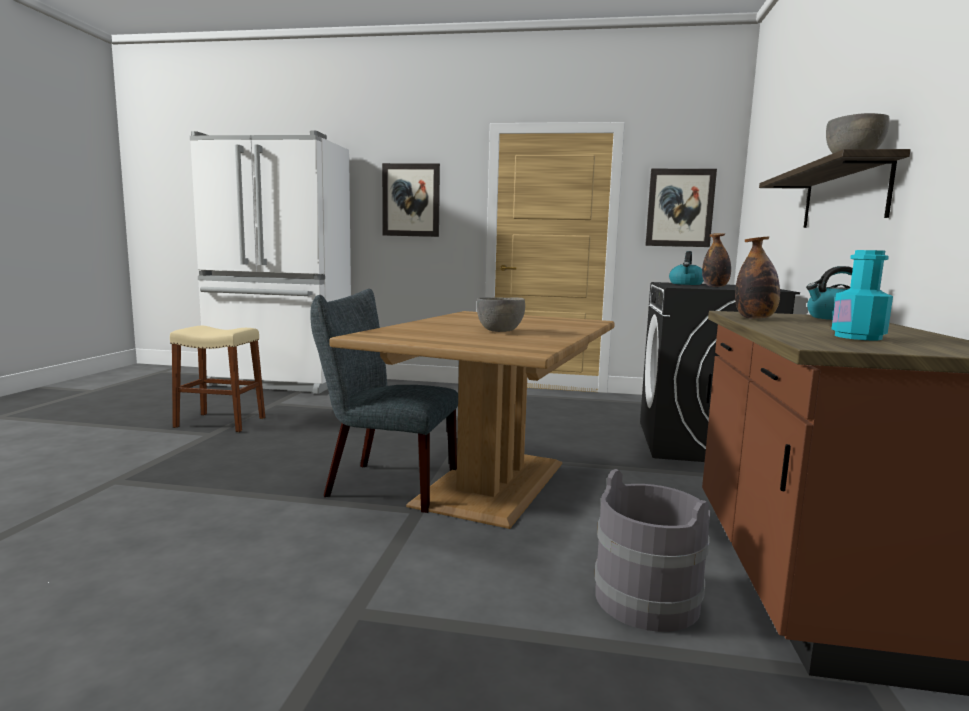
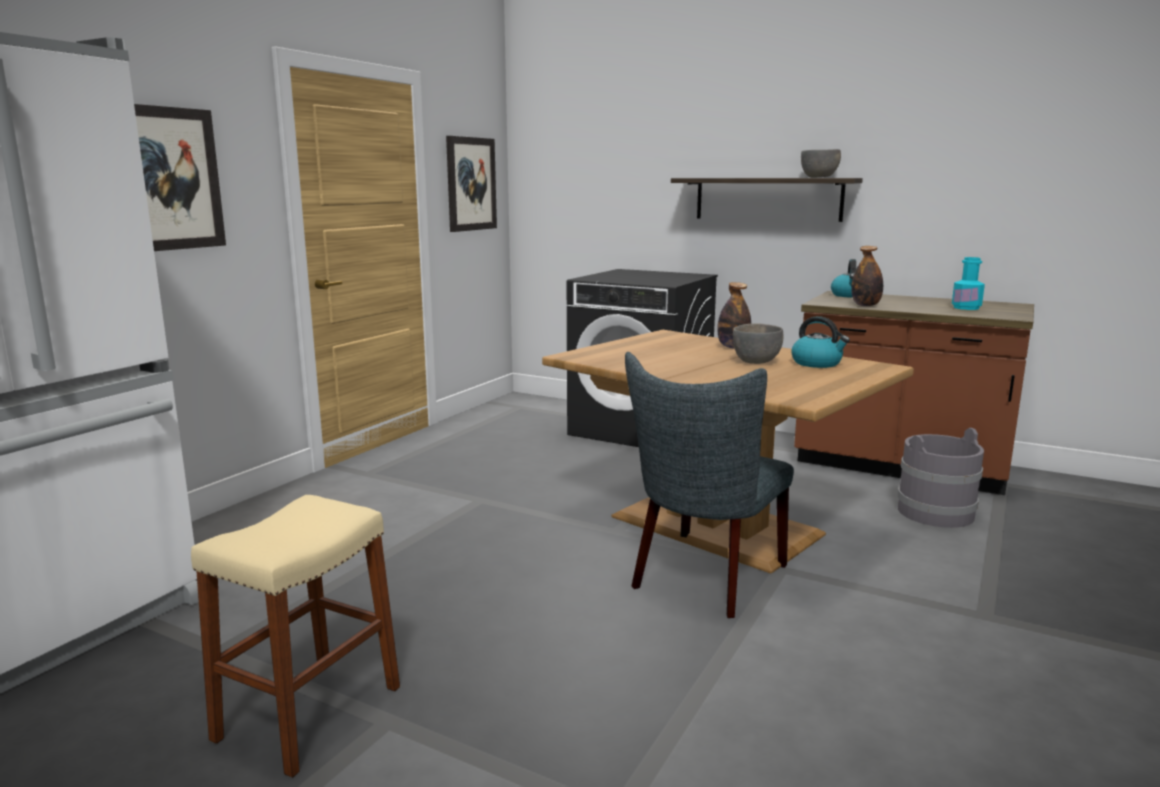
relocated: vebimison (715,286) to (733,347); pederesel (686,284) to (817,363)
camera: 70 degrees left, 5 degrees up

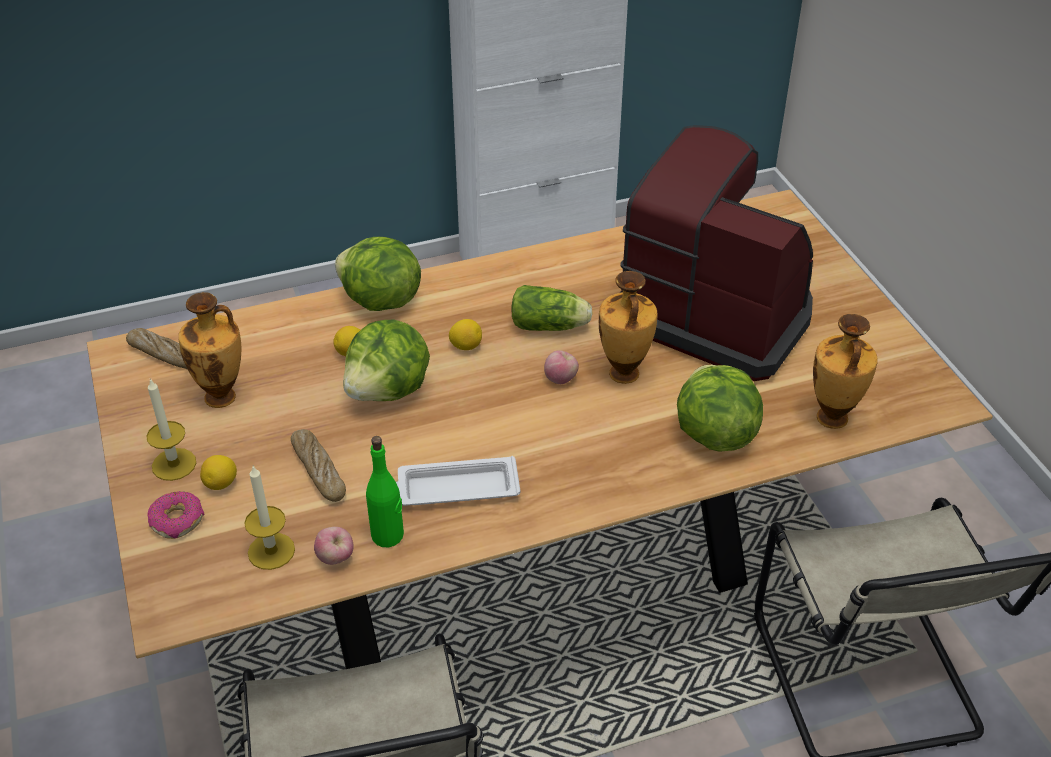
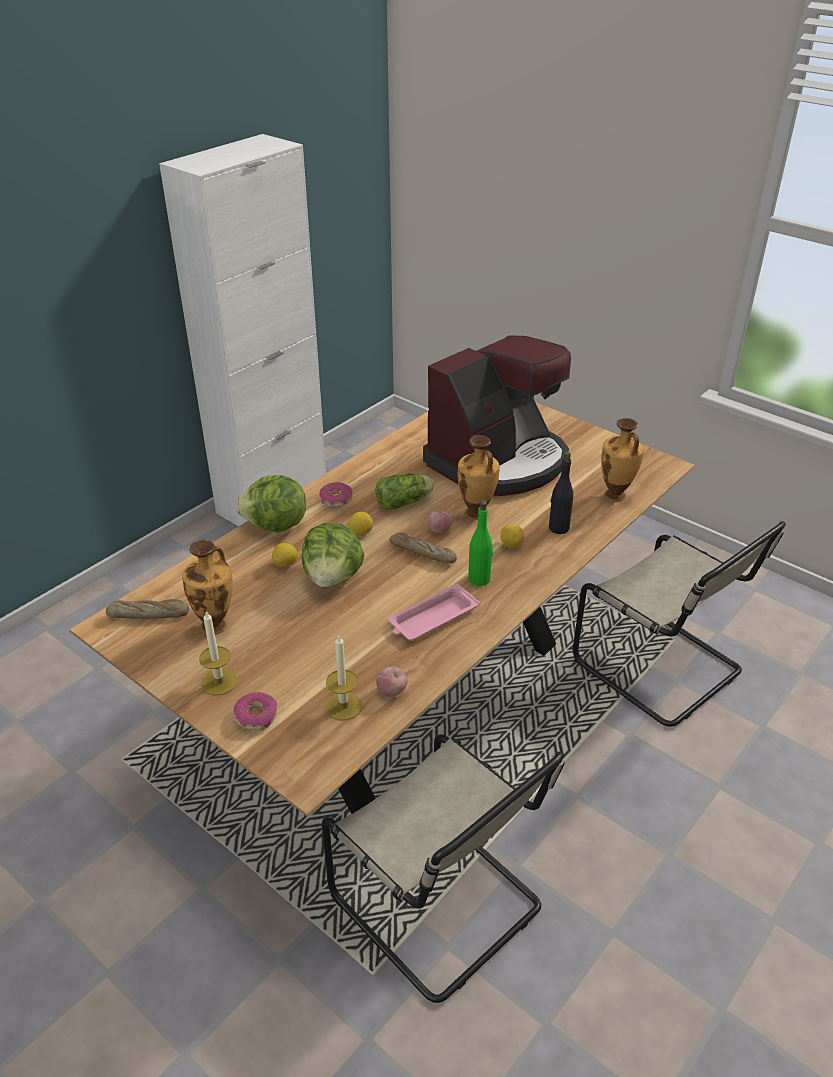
appeared: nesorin (336,500)
relocated: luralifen (318,471) to (422,553); green vebimison (388,535) to (479,579); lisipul (221,484) to (511,545)
exchanged: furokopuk (713,434) to black vebimison (558,528)
colour: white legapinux (455,488) to pink legapinux (432,618)
spun: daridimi (716,313) = (499,461) 135 degrees clockwise
camera: 30 degrees left, 5 degrees down

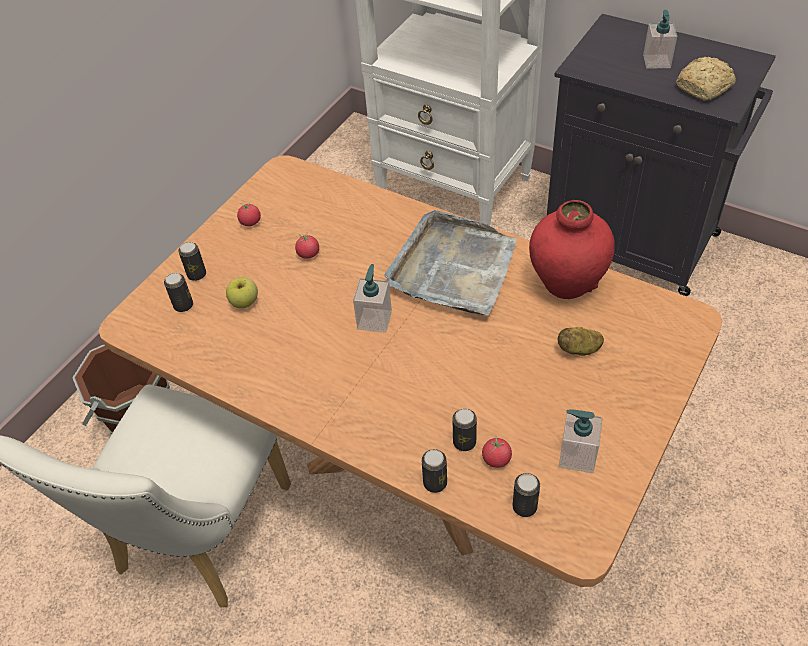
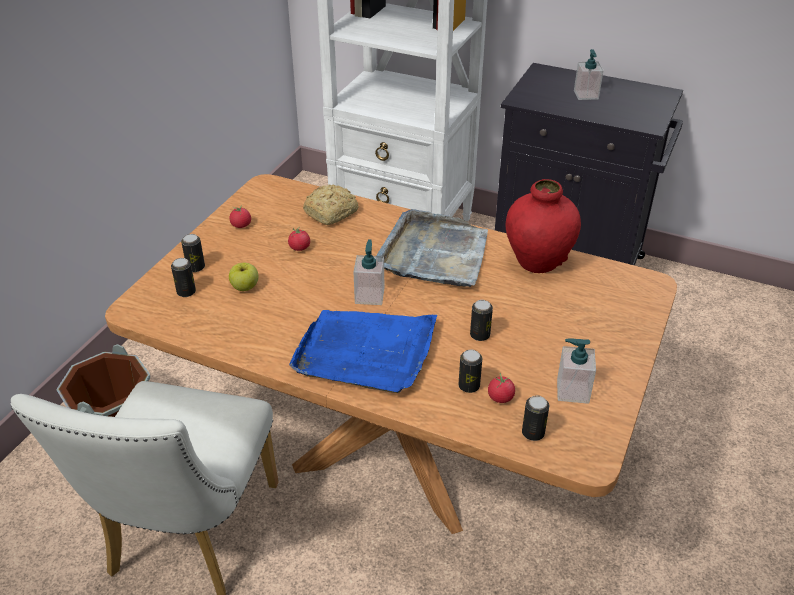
missing: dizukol (579,349)
appeared: blue legapinux (366,352)
relocated: luralifen (705,87) to (332,212); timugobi (435,483) to (480,335)
camera: 10 degrees left, 10 degrees down

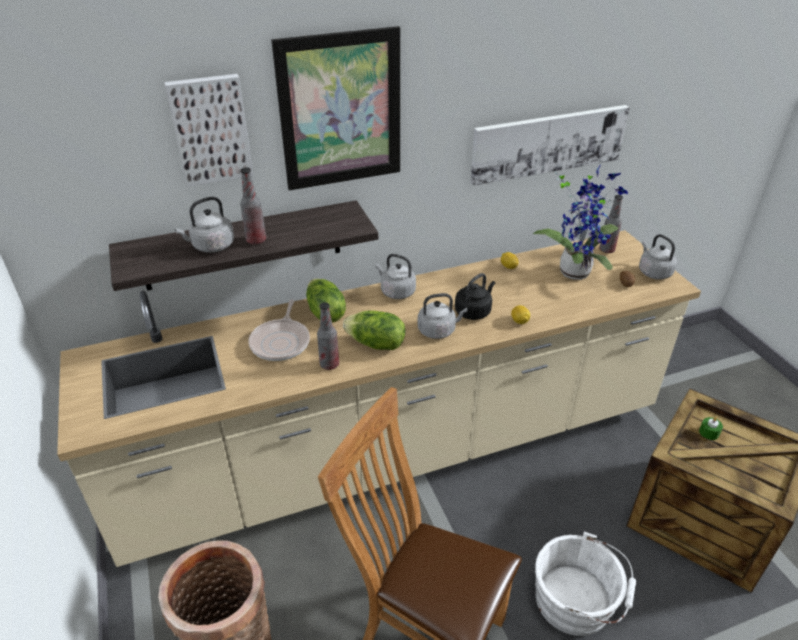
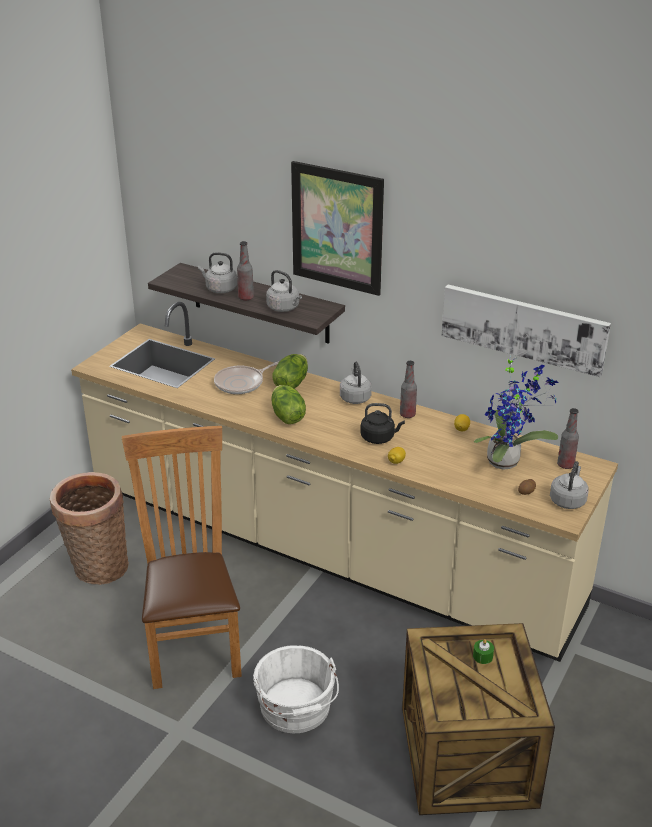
missing: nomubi (210,129)
relocated: grey pederesel (438,330) to (284,308); vebimison (329,364) to (407,415)
camera: 50 degrees right, 5 degrees down

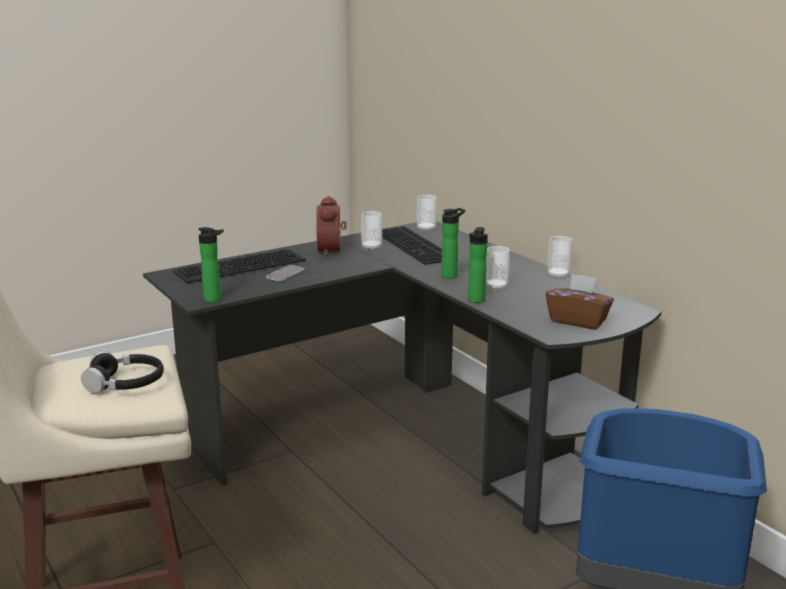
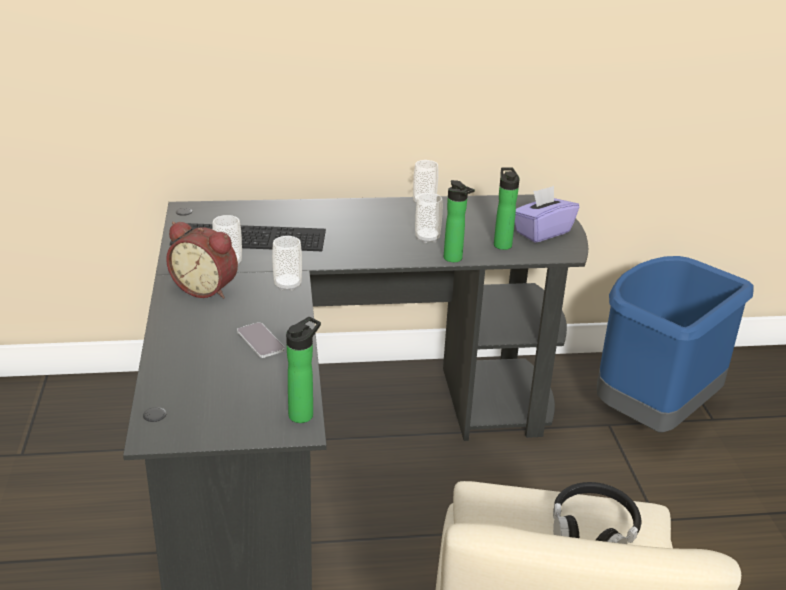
missing: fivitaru (240,267)
relocated: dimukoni (426,229) to (287,285); vebimison (451,275) to (502,244)
colour: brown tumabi (578,321) to purple tumabi (542,232)
camera: 65 degrees left, 10 degrees up

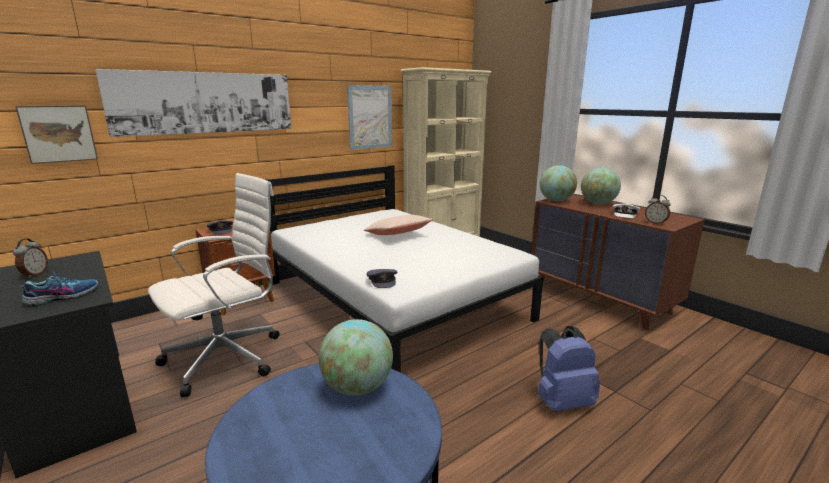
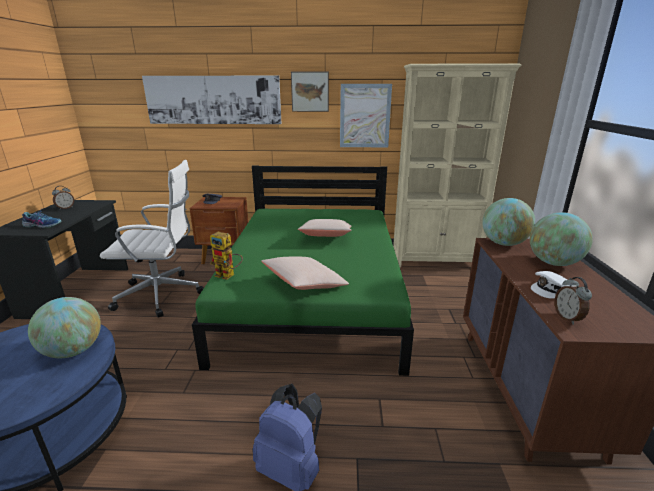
appeared: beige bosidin (304,284)
relocated: nomubi (58,133) to (310,91)
exchanged: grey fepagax (382,281) to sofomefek (229,275)
colour: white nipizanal (393,300) to green nipizanal (314,296)
camera: 40 degrees right, 5 degrees up

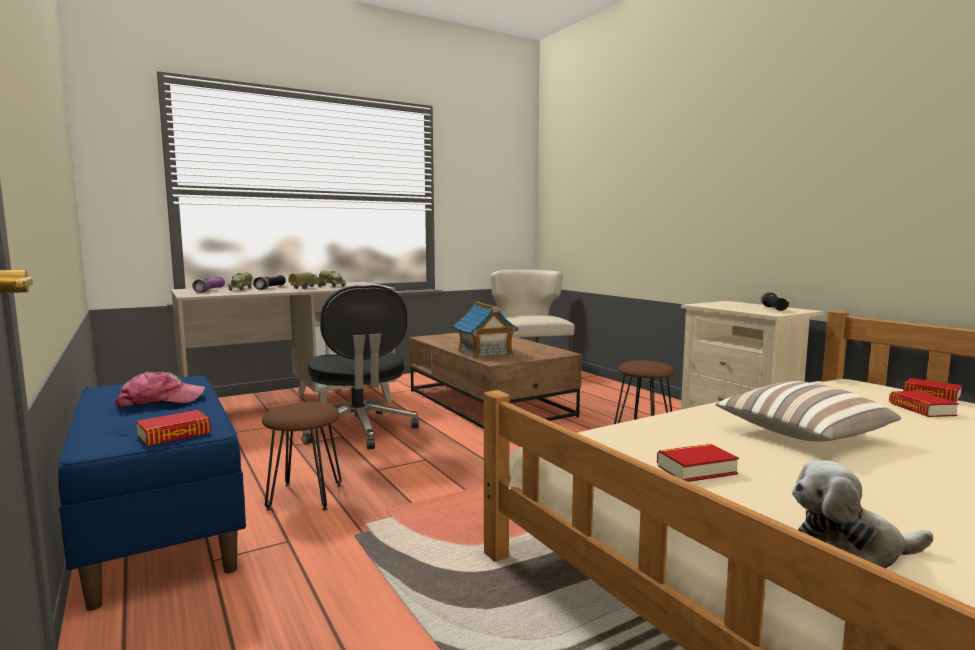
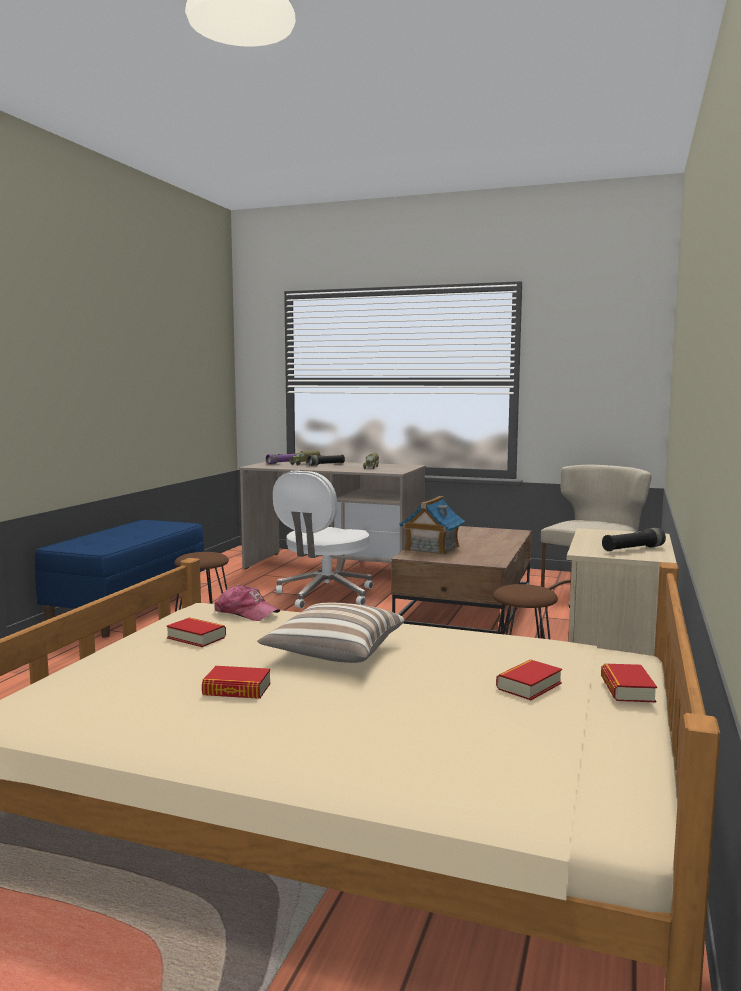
missing: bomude (306,288); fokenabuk (850,552)
relocated: fepagax (160,401) to (246,613); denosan (174,434) to (237,689)
colour: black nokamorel (359,431) to white nokamorel (324,595)
camera: 50 degrees right, 0 degrees up

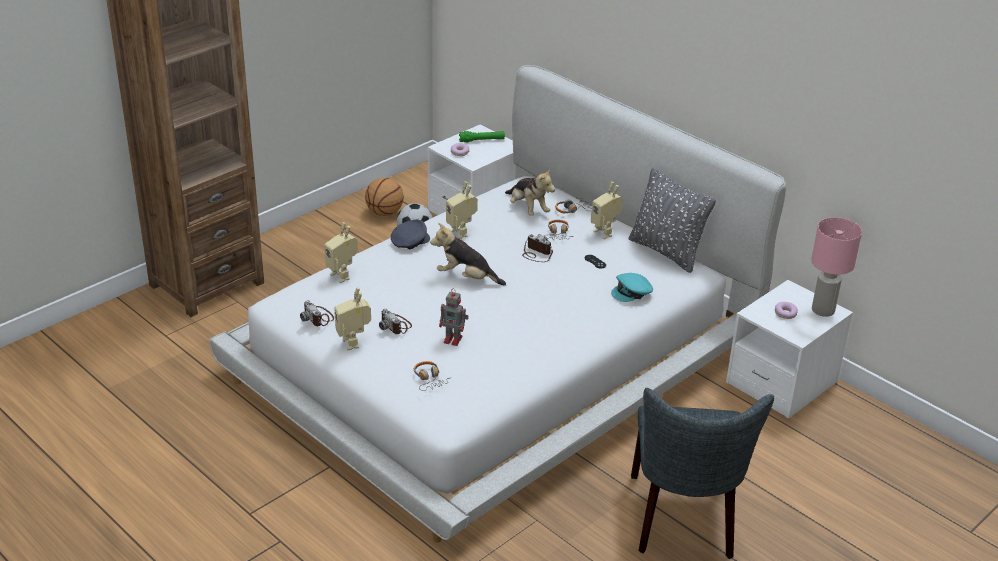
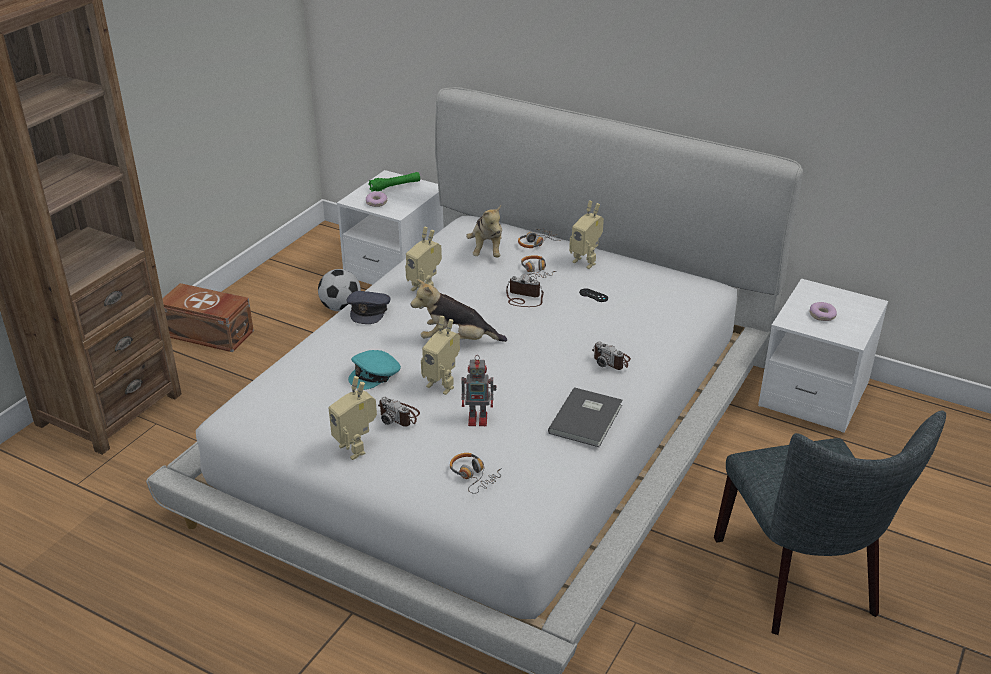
missing: grey bosidin (666,252); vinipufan (384,213); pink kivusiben (823,310)
appeared: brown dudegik (209,334); grey denosan (588,419)
relocated: sofomefek (342,275) to (442,384); turquoise fepagax (632,292) to (375,375); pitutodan (318,318) to (611,360)
spun: fokenabuk (528,209) = (487,250) 45 degrees clockwise; grey fepagax (409,241) = (369,310) 150 degrees clockwise
camera: 15 degrees left, 0 degrees up

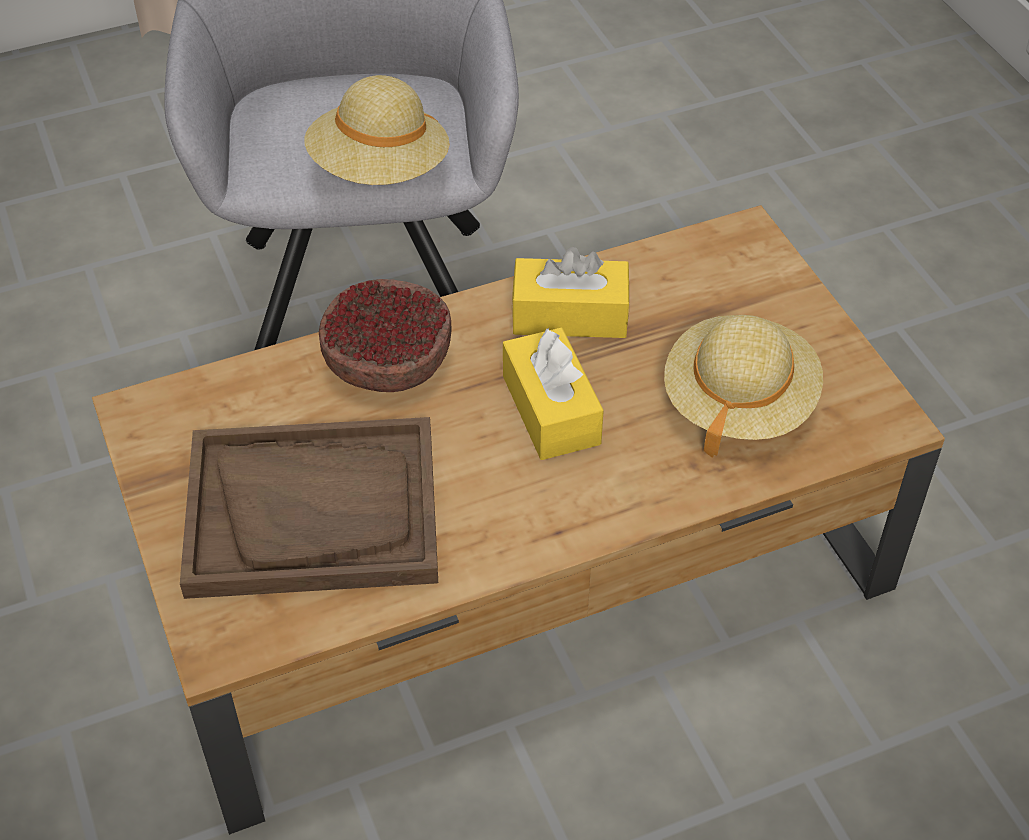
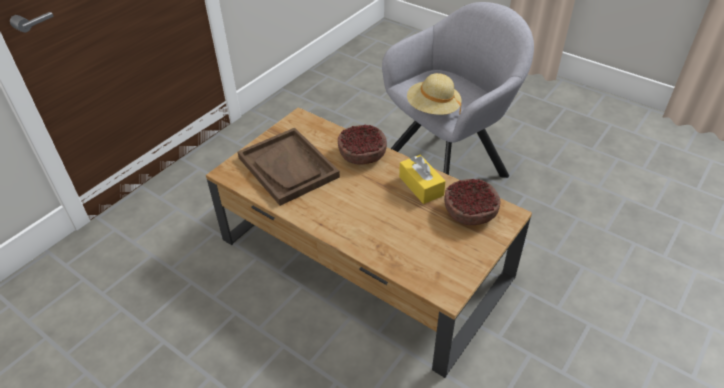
missing: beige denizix (738,402); yellow tumabi (551,410)
appeared: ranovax (469,212)
camera: 60 degrees right, 5 degrees down

